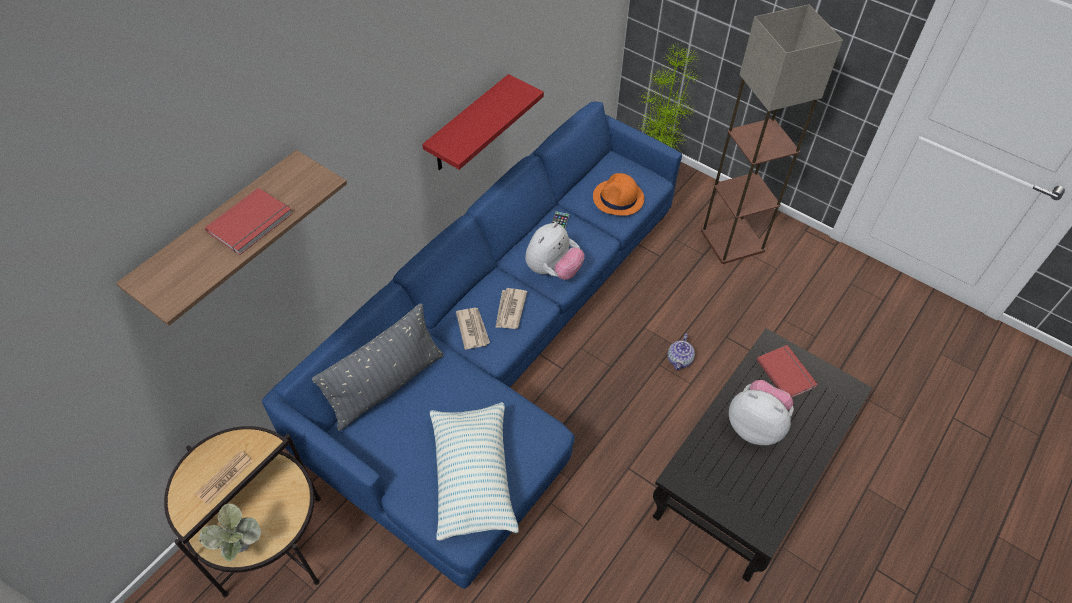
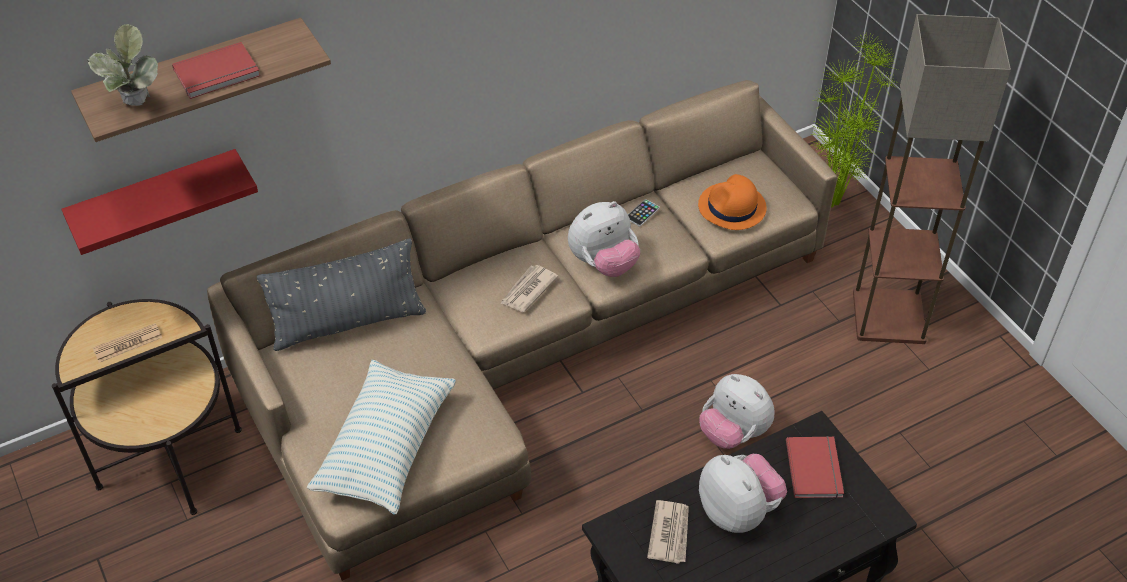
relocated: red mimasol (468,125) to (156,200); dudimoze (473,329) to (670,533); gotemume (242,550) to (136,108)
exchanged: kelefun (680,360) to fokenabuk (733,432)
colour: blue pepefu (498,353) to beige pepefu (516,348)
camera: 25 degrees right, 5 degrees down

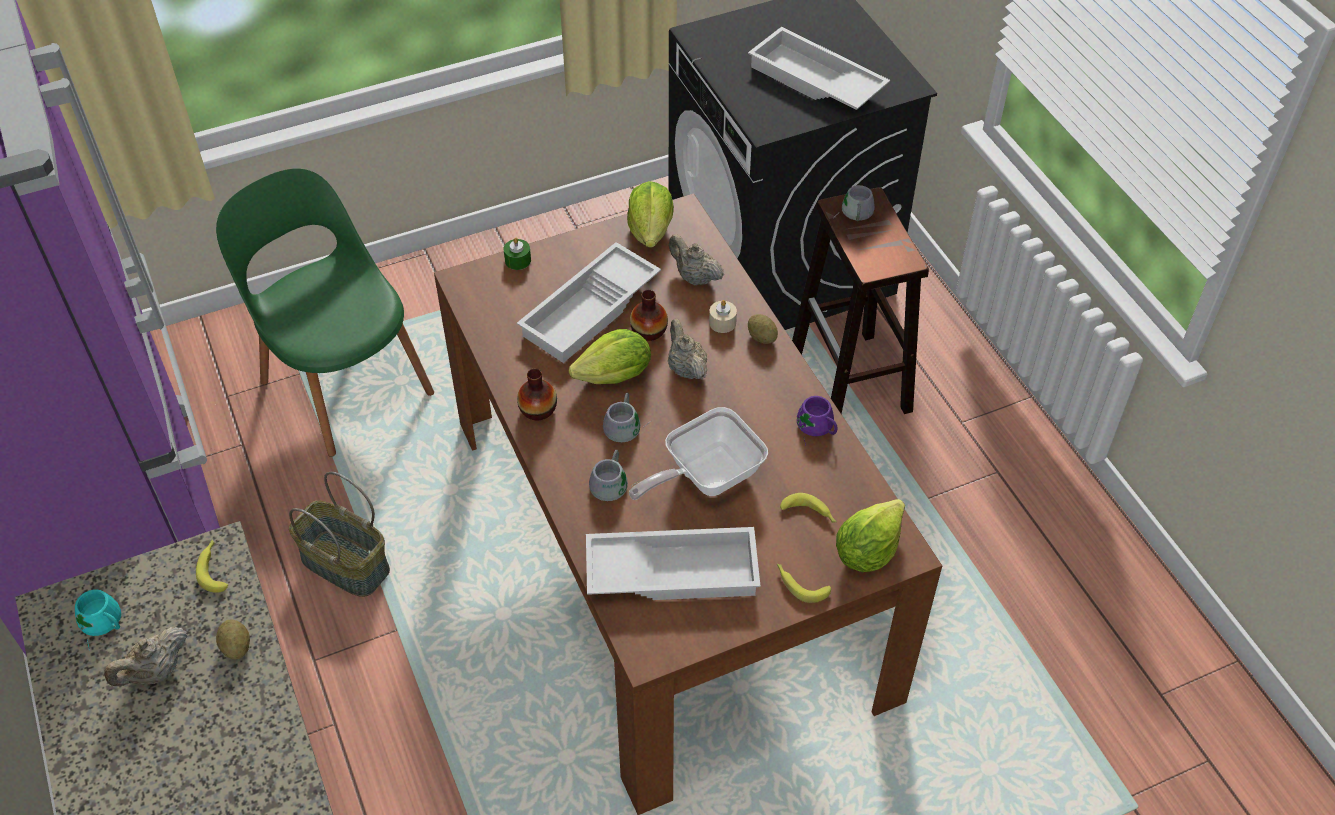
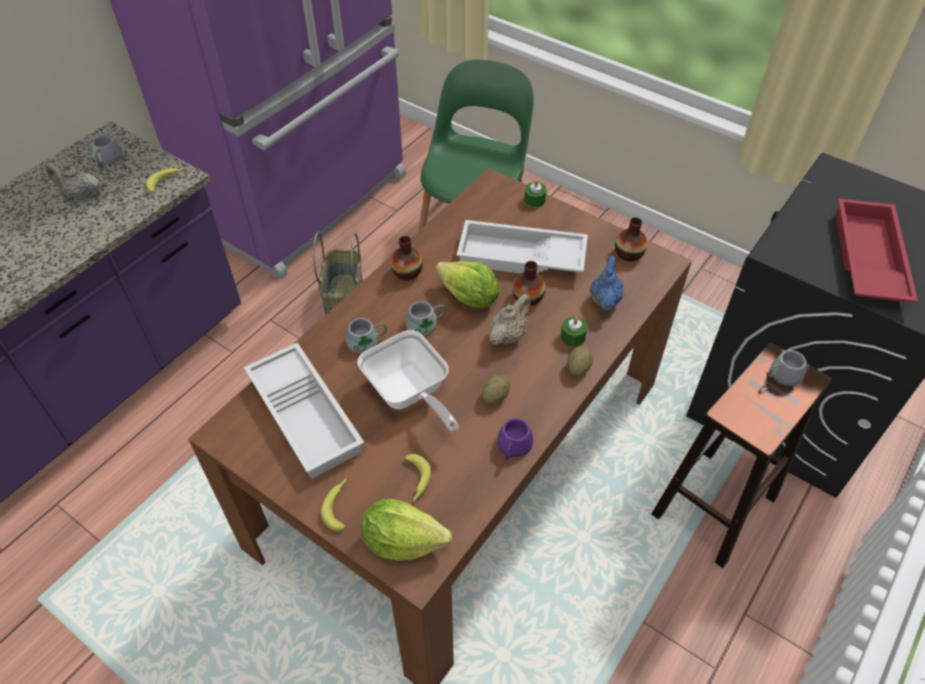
relocated: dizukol (236,647) to (495,396)
exchanged: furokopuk (651,230) to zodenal (628,253)
colour: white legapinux (814,81) to red legapinux (866,259); beige kelefun (694,277) to blue kelefun (604,299); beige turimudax (722,322) to green turimudax (573,336); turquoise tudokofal (101,625) to grey tudokofal (104,159)
spun: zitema (705,477) = (409,395) 150 degrees counterclockwise
camera: 60 degrees right, 0 degrees up

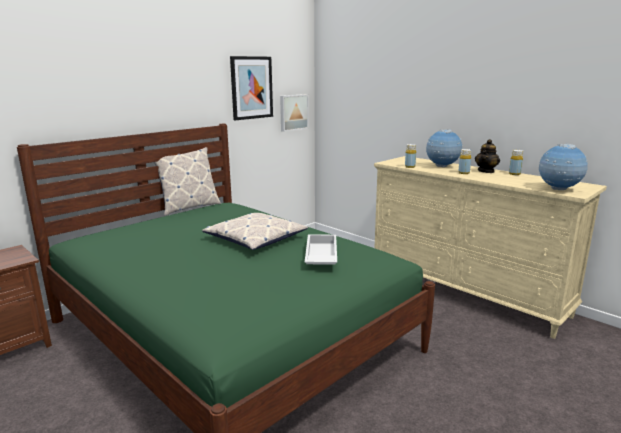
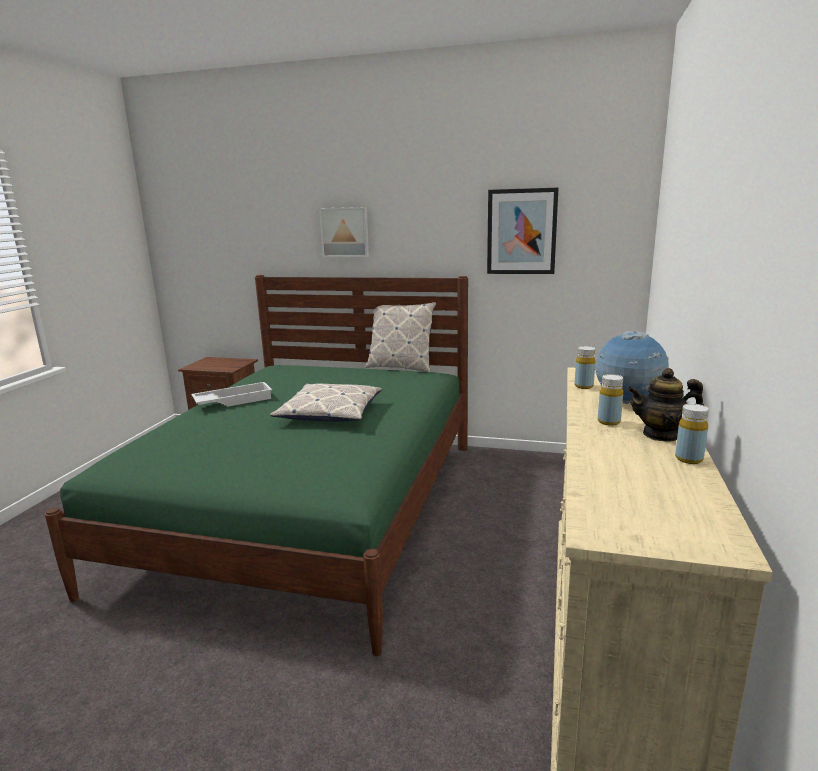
missing: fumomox (558,190)
relocated: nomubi (293,112) to (345,232); white legapinux (320,256) to (233,400)
camera: 60 degrees right, 0 degrees up

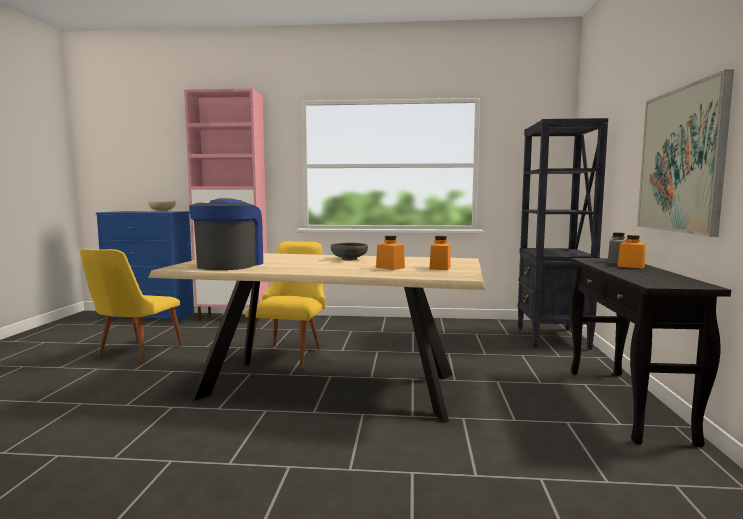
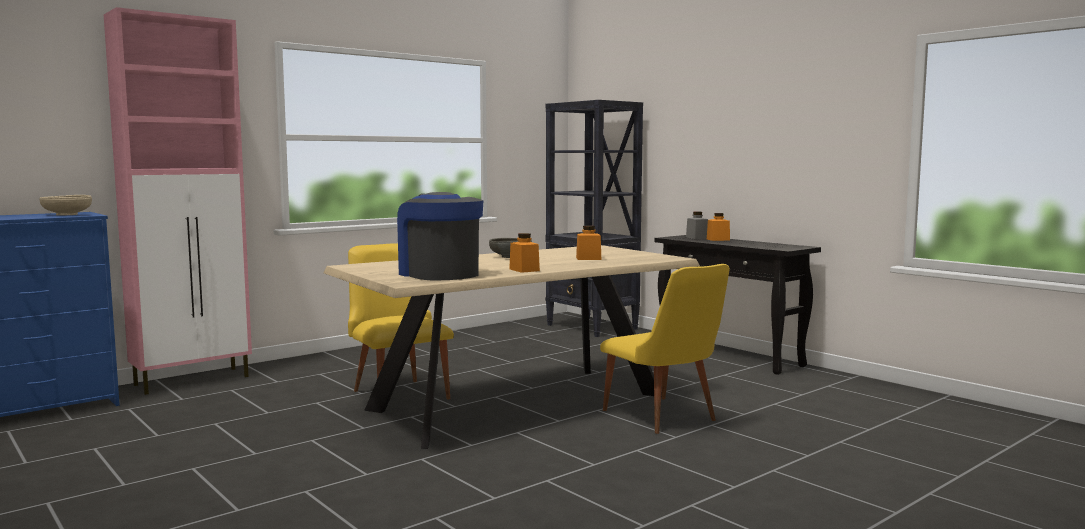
missing: nomubi (681,160)
relocated: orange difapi (440,268) to (524,270); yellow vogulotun (134,354) to (665,418)
camera: 45 degrees left, 0 degrees up

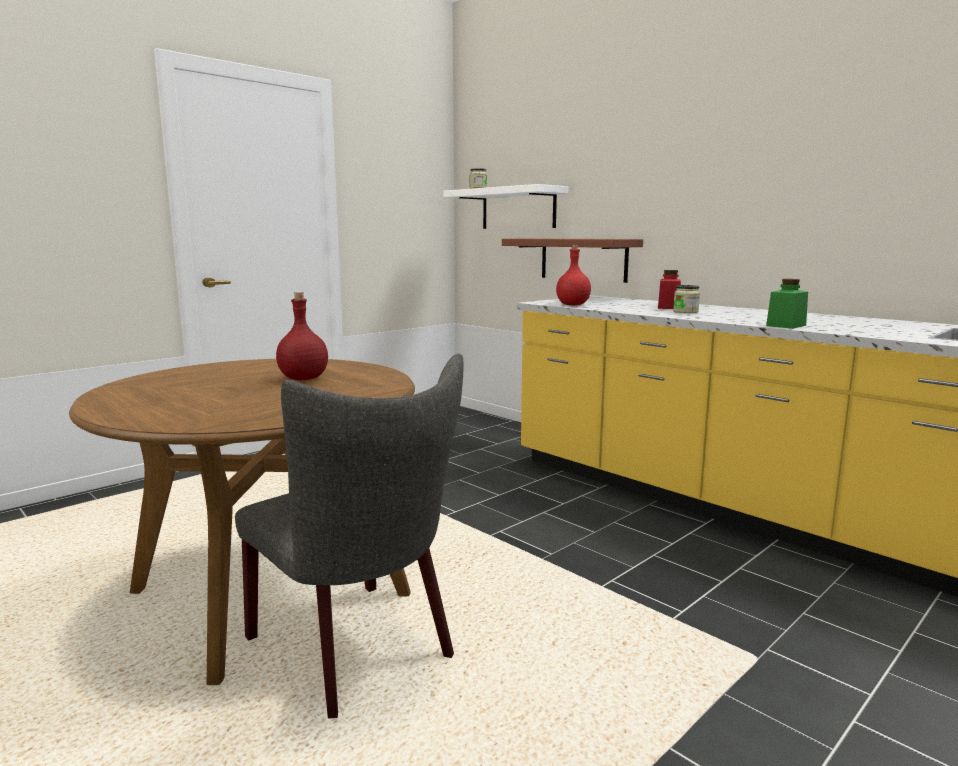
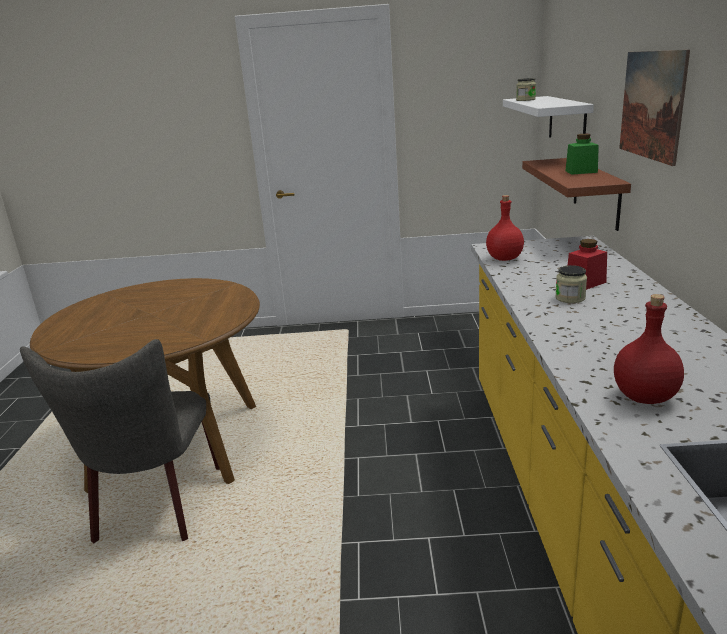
appeared: nomubi (651,105)
relocated: green difapi (786,325) to (581,171); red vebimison (303,379) to (644,398)
camera: 45 degrees right, 10 degrees up

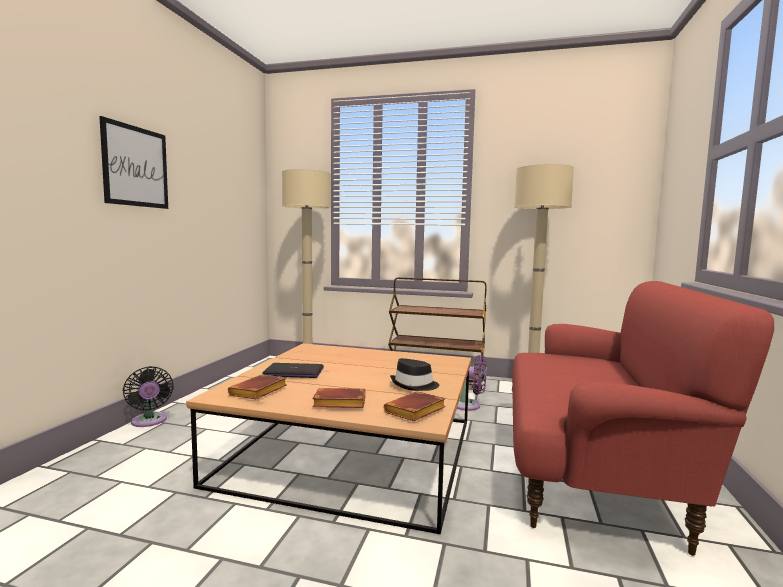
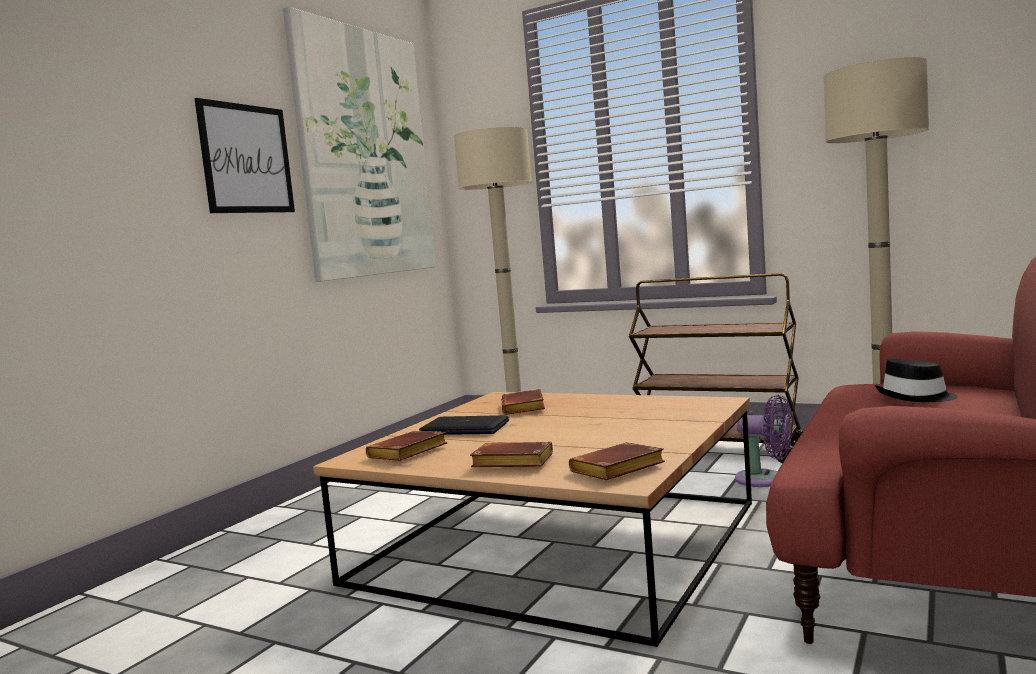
missing: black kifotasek (149,421)
appeared: nomubi (365,153); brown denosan (525,408)
relocated: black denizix (414,385) to (916,397)
camera: 15 degrees right, 0 degrees up

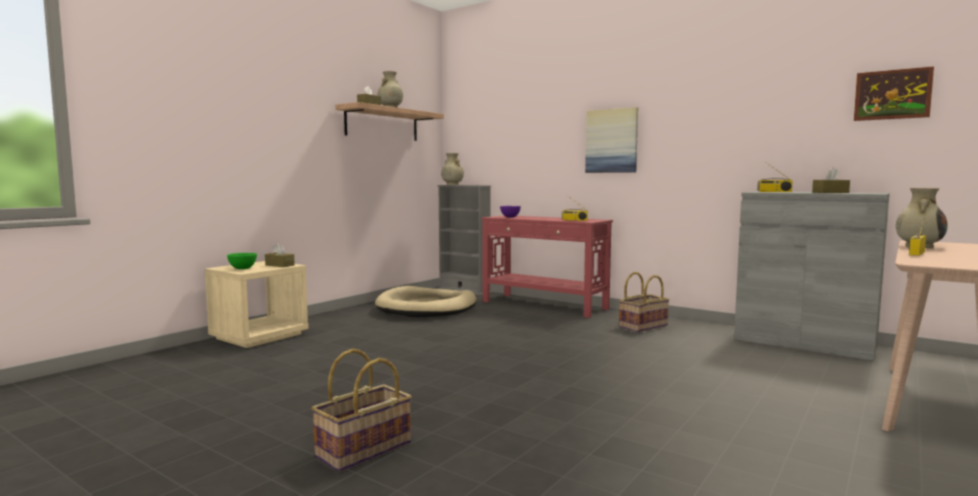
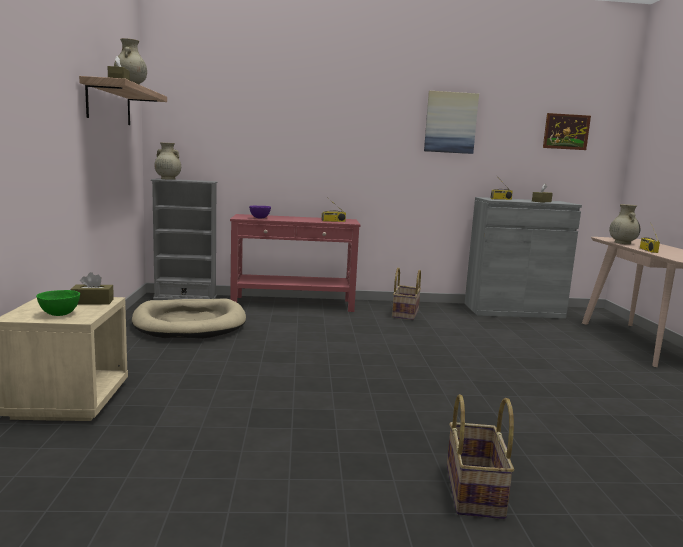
relocated: nomubi (611,141) to (450,122)
camera: 40 degrees left, 5 degrees up

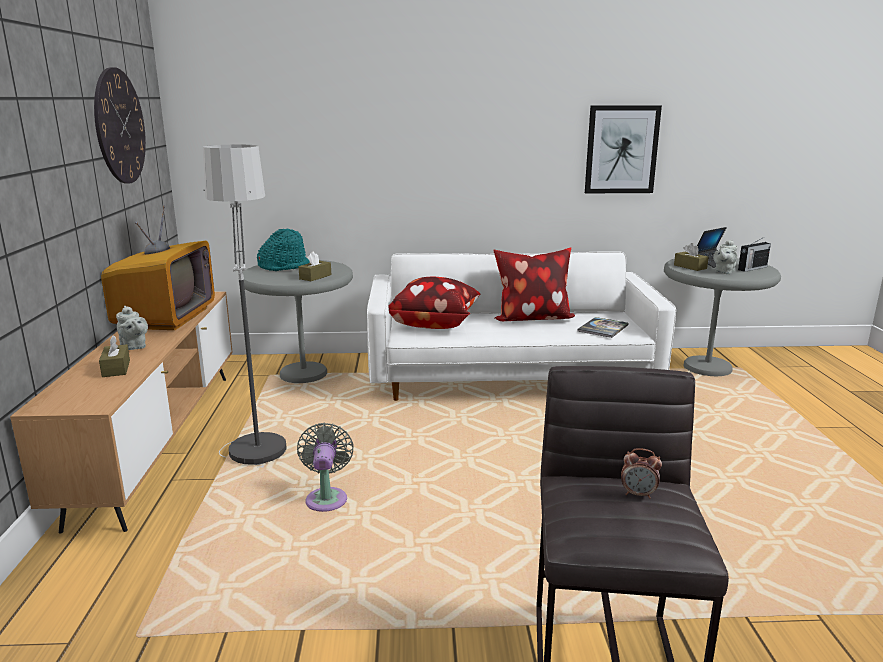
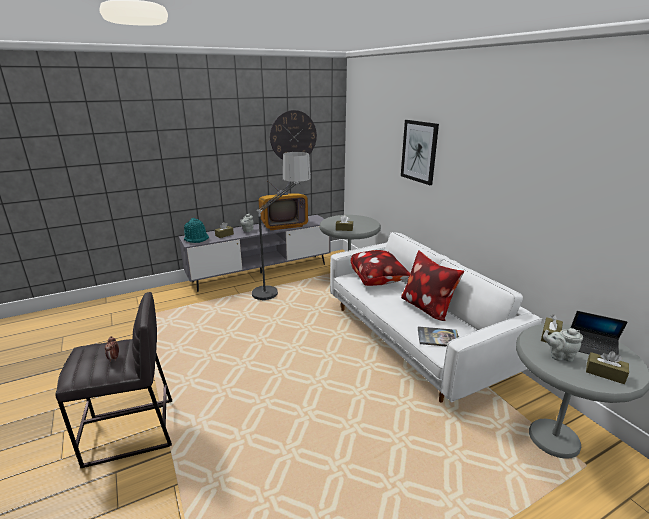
missing: grey kifotasek (327,497)
relocated: nomubi (621,149) to (419,151); turquoise denizix (284,266) to (196,239)
exchanged: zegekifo (751,268) to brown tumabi (605,373)
colour: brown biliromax (160,440) to grey biliromax (261,273)
camera: 65 degrees right, 5 degrees up

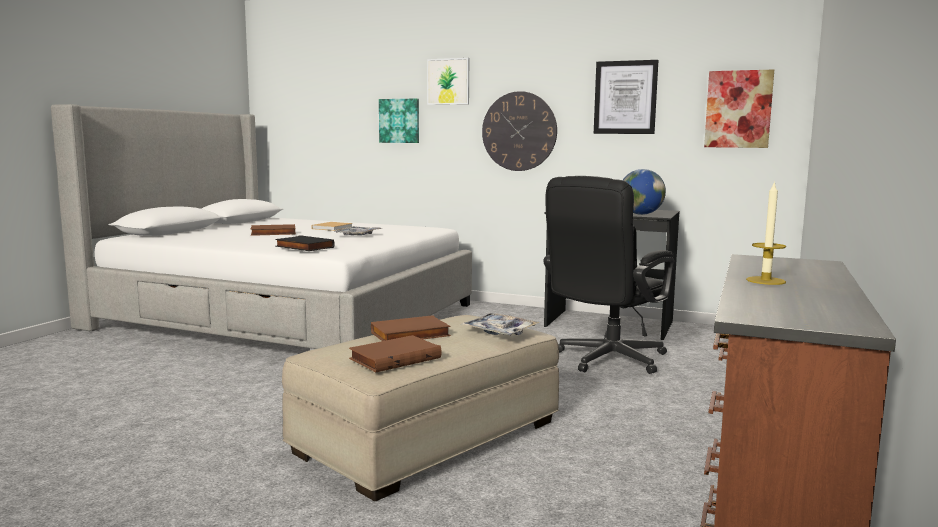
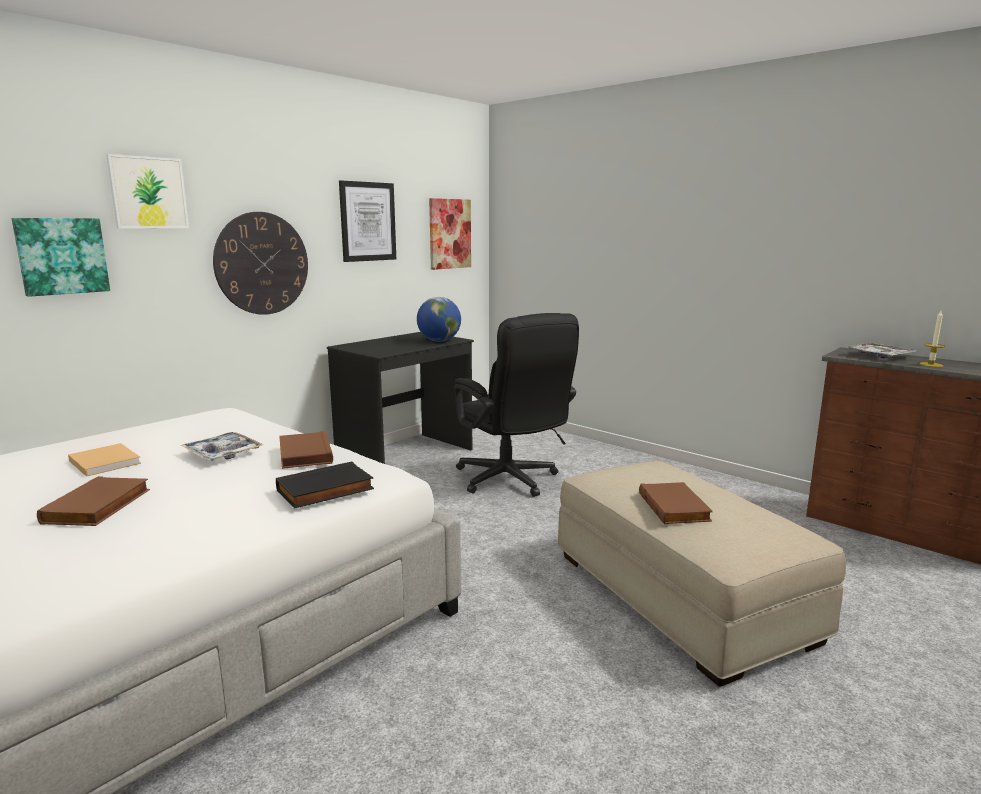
relocated: legapinux (500,331) to (879,356); brown denosan (394,358) to (303,454)
camera: 70 degrees left, 5 degrees up

